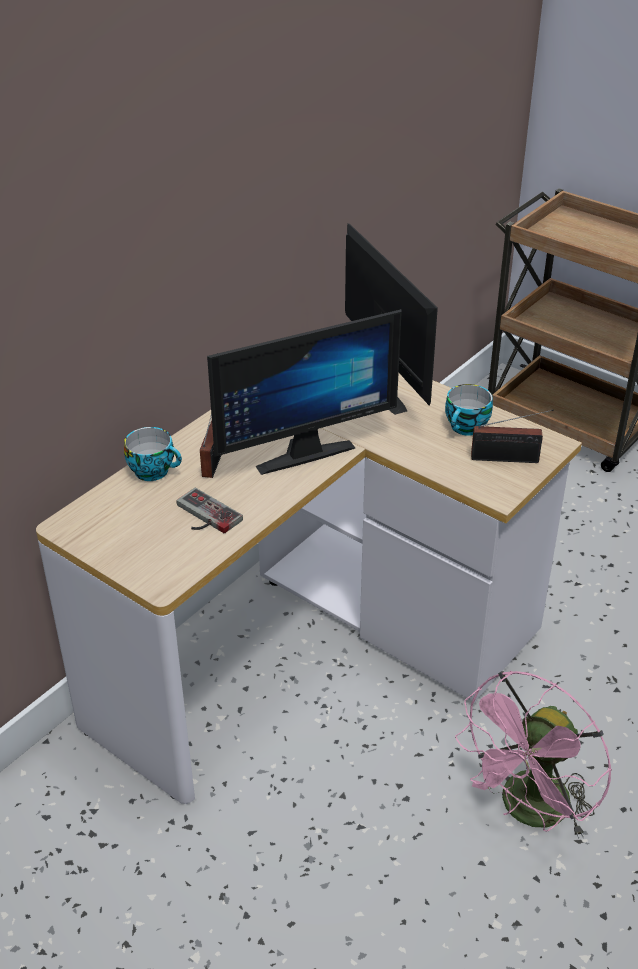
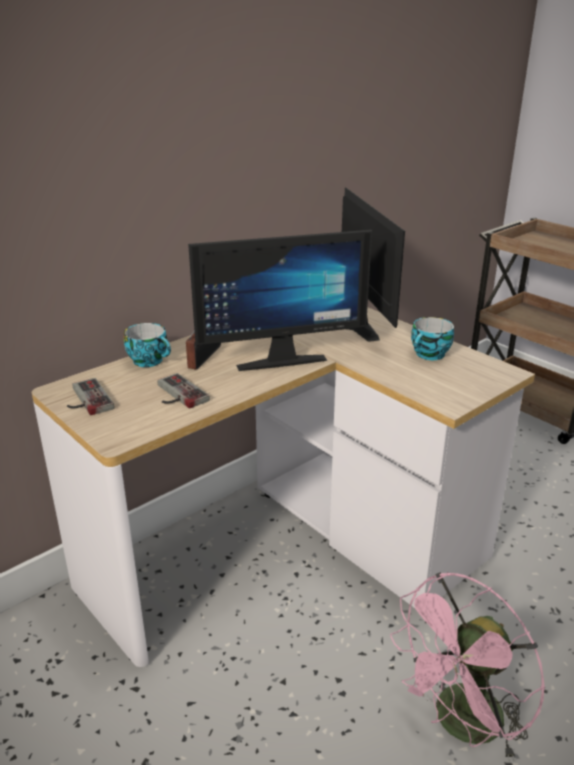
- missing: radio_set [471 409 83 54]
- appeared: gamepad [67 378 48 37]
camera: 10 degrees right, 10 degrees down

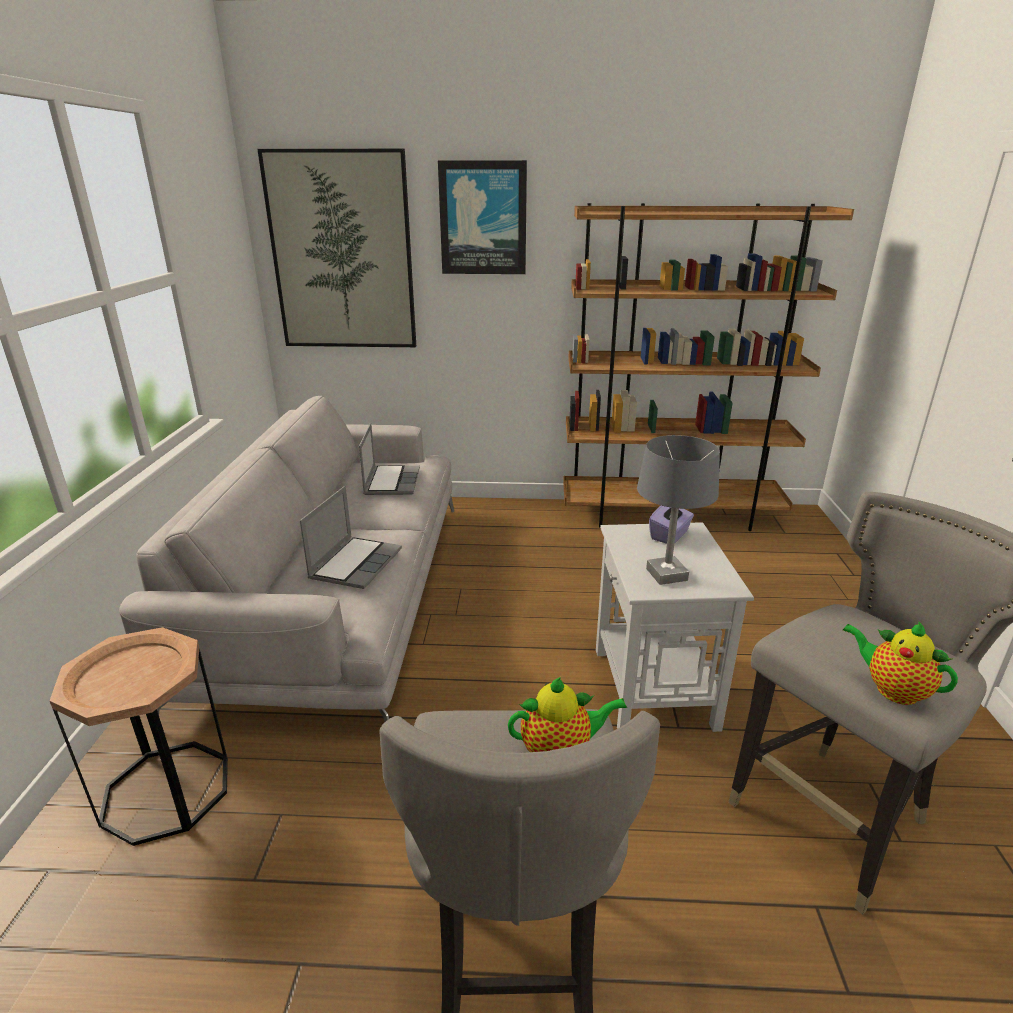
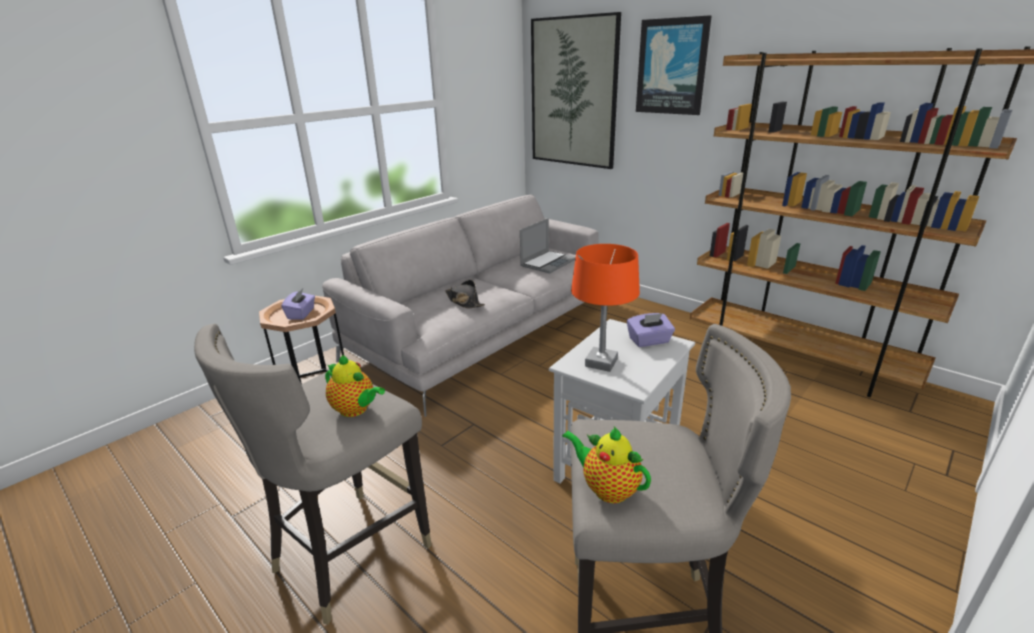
- exchanged: portable_computer [300 486 102 103] to black_hat [445 280 40 29]
- colour: grey_lamp_for_a_table [637 435 83 150] to orange-coloured_lamp_for_a_table [571 244 69 128]
- spun: pot_for_tea [843 621 115 84] = [562 426 89 77] 45 degrees counterclockwise
- appeared: purplish_box_of_tissues [281 289 34 30]
camera: 40 degrees right, 0 degrees up

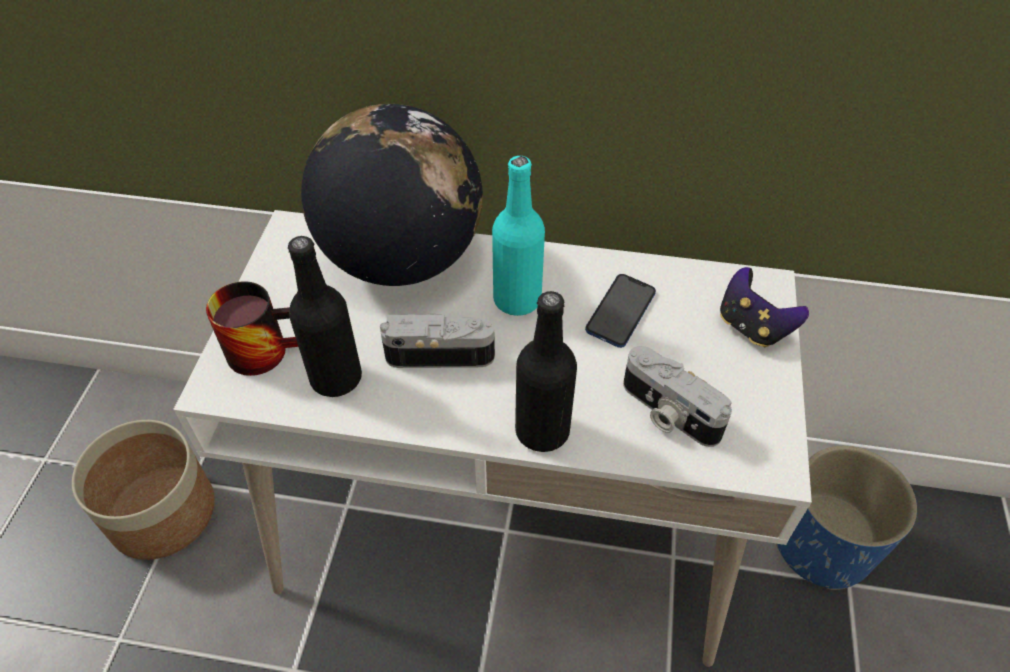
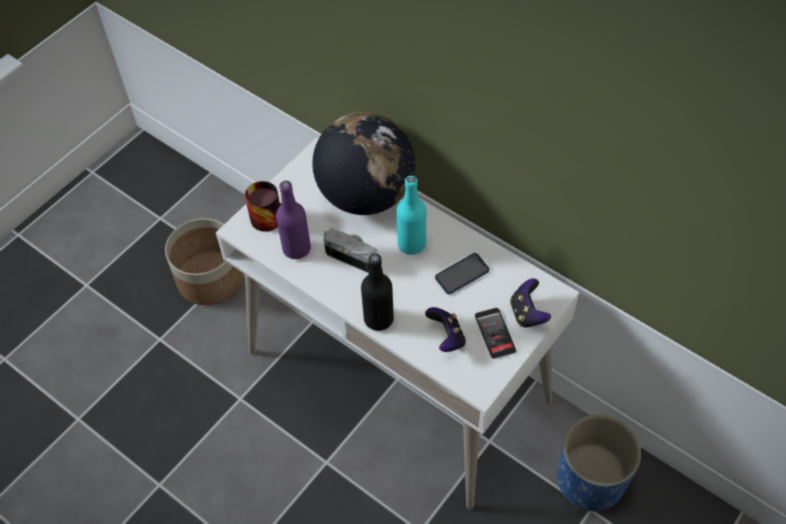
- colour: black_drink_bottle [288 236 74 161] to purplish_drink_bottle [276 181 35 78]
- exchanged: photo_camera [623 346 109 101] to gamepad [425 307 41 45]
- appeared: phone [475 308 41 51]
camera: 30 degrees right, 5 degrees up

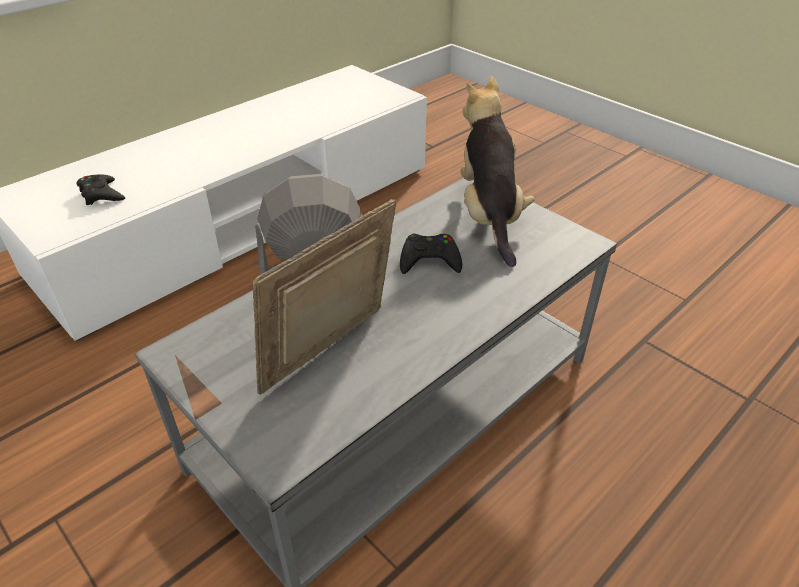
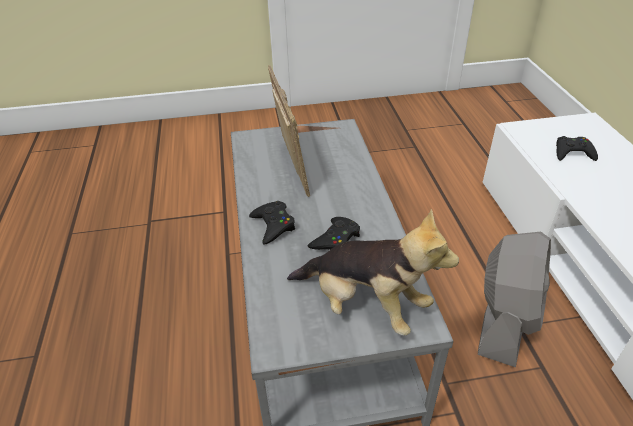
- appeared: black_gamepad [249 201 46 44]
camera: 125 degrees right, 0 degrees up

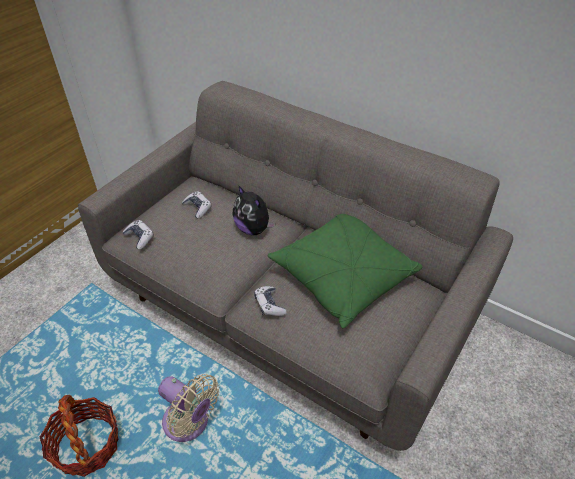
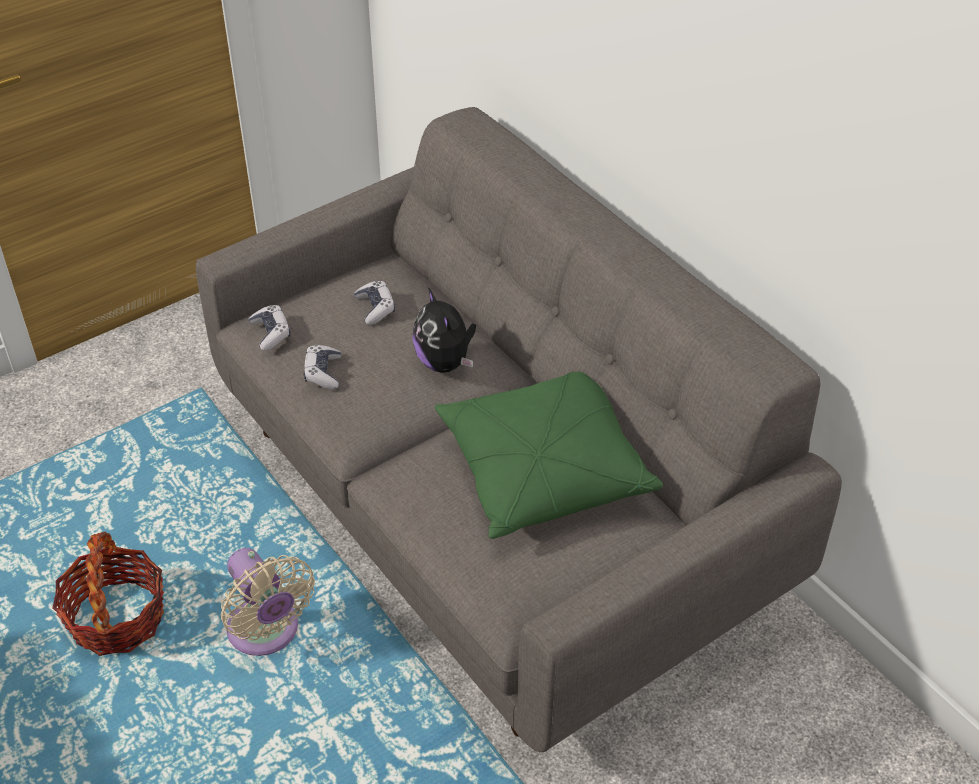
- relocated: gamepad [254 286 33 30] to [304 345 37 45]
camera: 20 degrees right, 0 degrees up

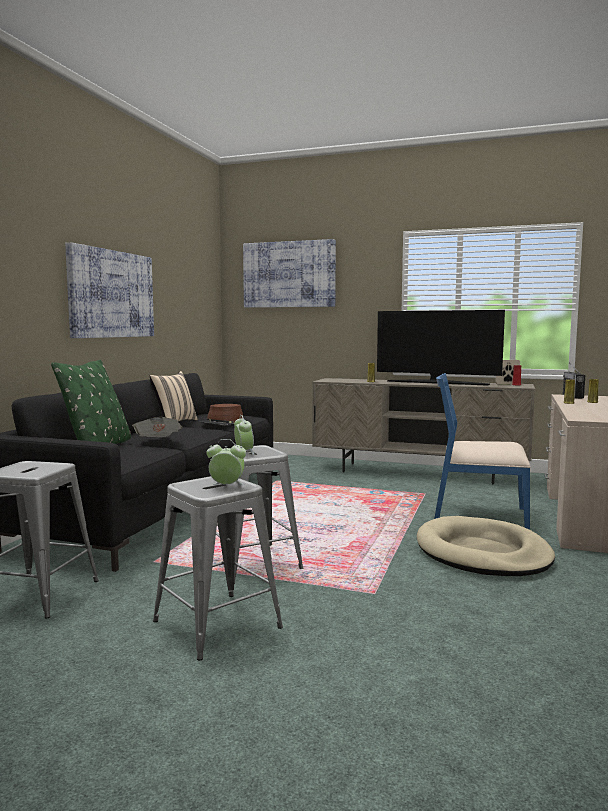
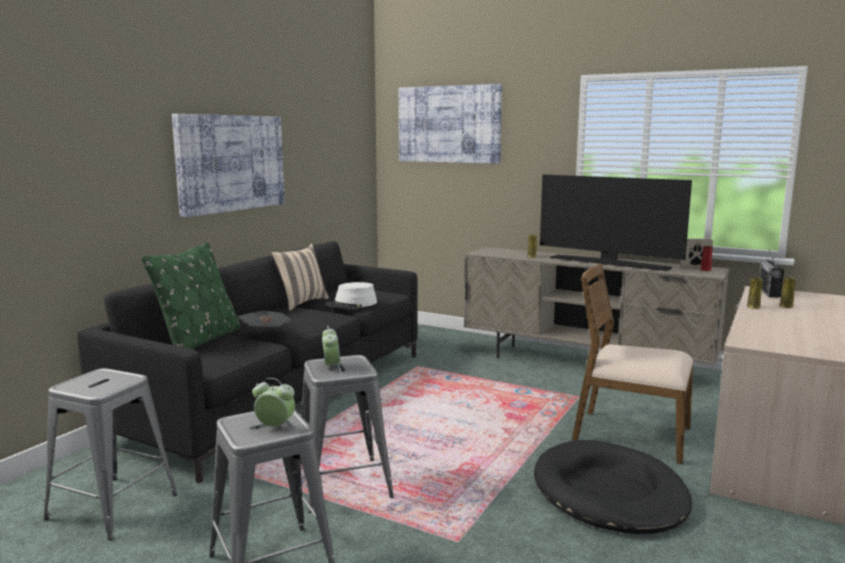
- colour: brown_hat [199 404 45 21] to whitish_hat [326 282 51 28]
- colour: sand-coloured_dog_cushion [417 516 138 60] to black_dog_cushion [534 440 158 94]
- colour: blue_upright_chair [434 373 96 157] to brown_upright_chair [572 263 122 201]
camera: 10 degrees right, 5 degrees up

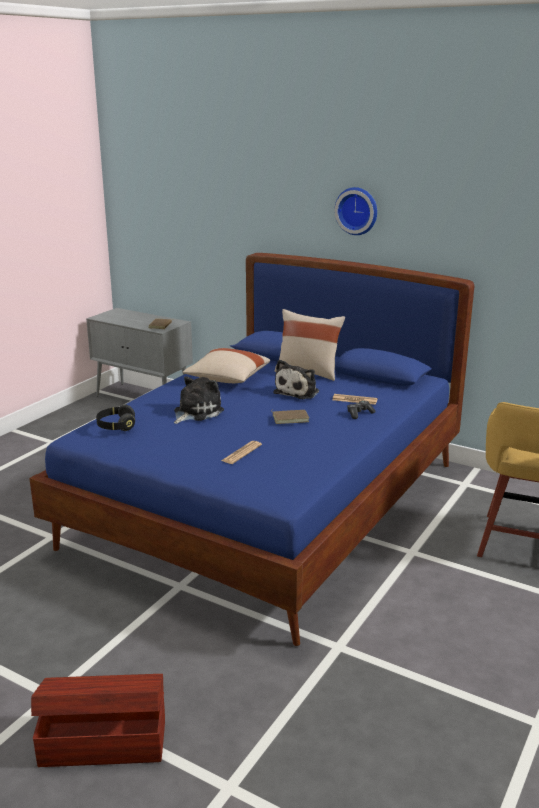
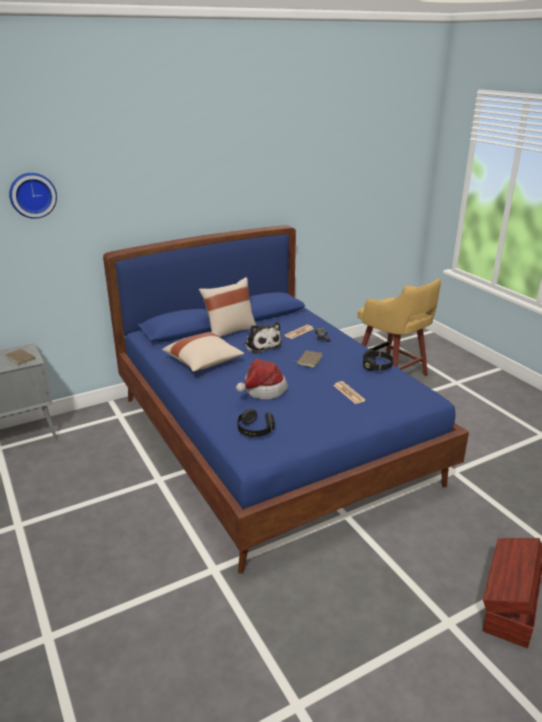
- exchanged: soft_toy [174 376 50 48] to hat [236 359 52 41]
- relocated: hanging_clock [334 187 43 48] to [9 173 48 46]
- appeared: black_headphones [363 349 30 22]
camera: 60 degrees left, 5 degrees up

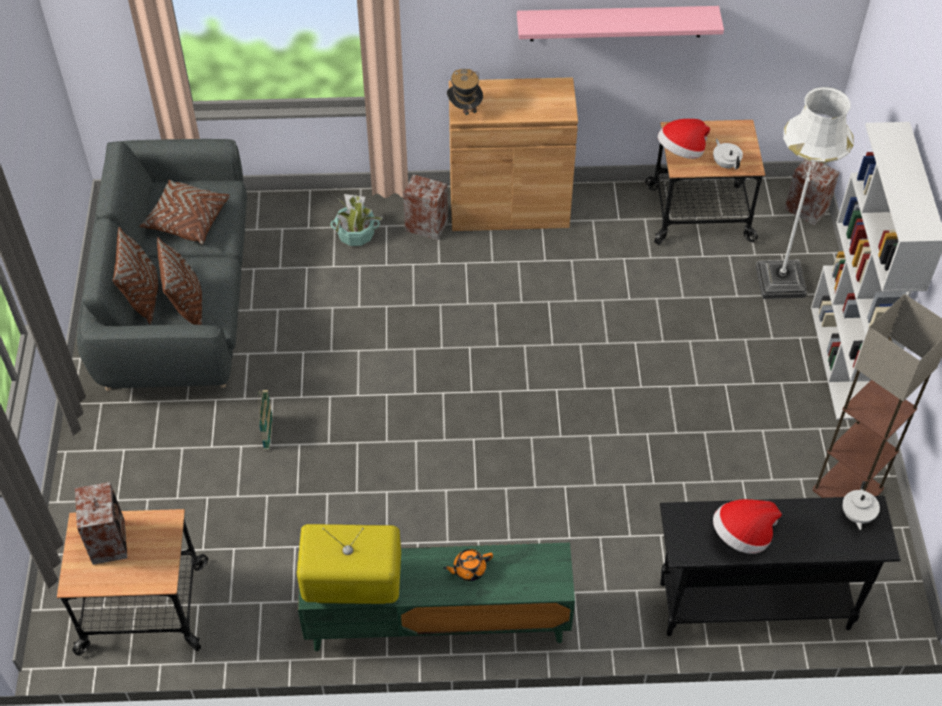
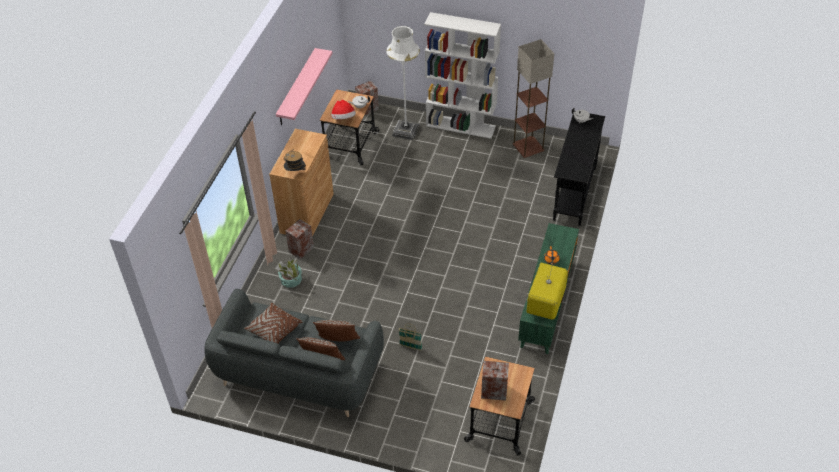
- missing: hat [713 499 69 55]
camera: 70 degrees left, 5 degrees down

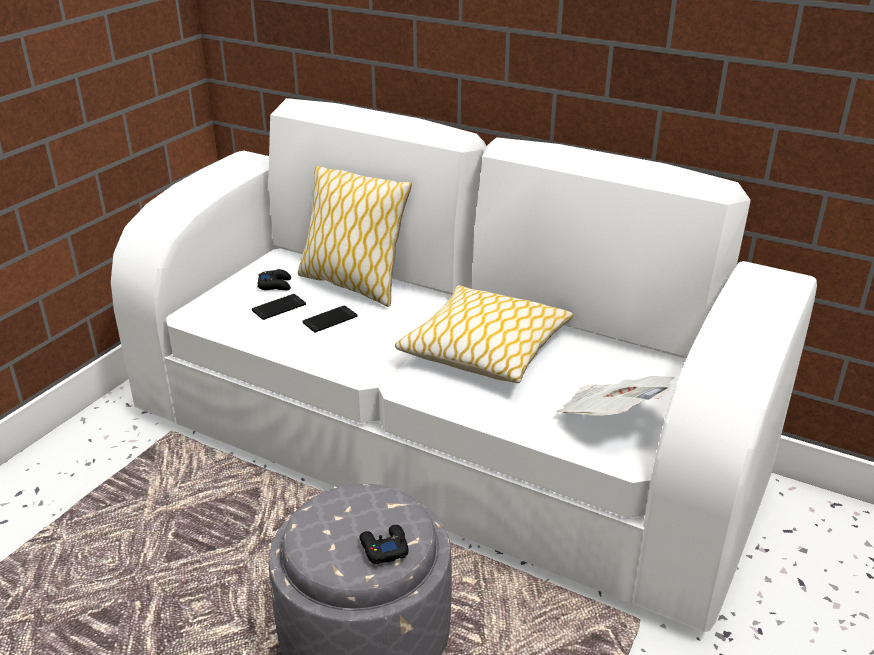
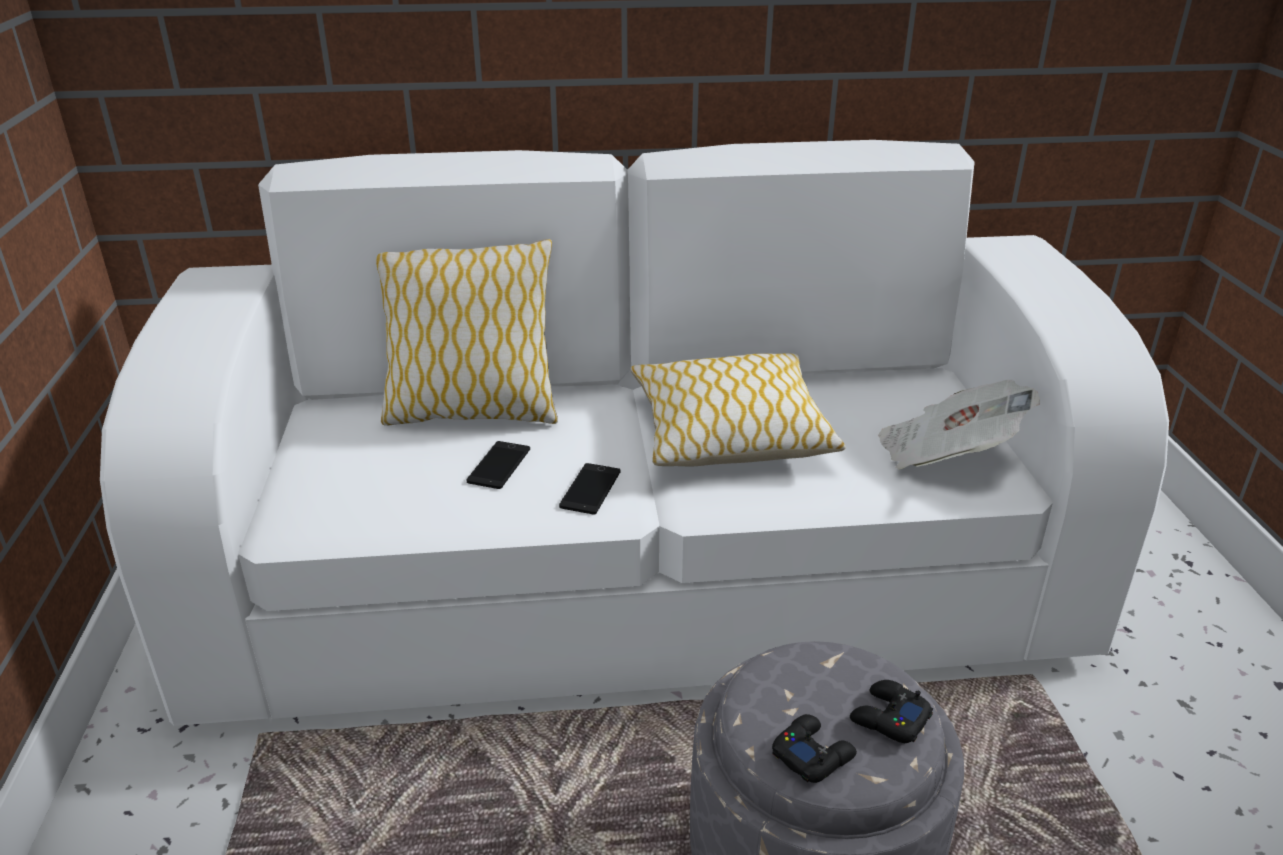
- relocated: phone [252 294 54 26] to [559 463 62 51]
- relocated: black_gamepad [257 269 34 21] to [772 714 85 69]
camera: 35 degrees left, 0 degrees up

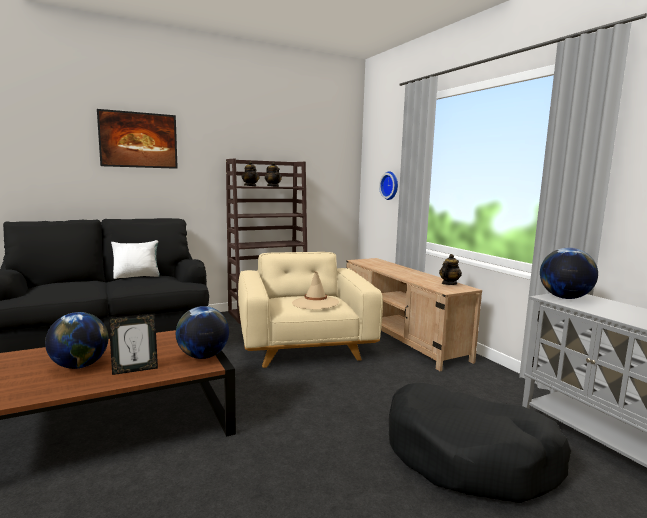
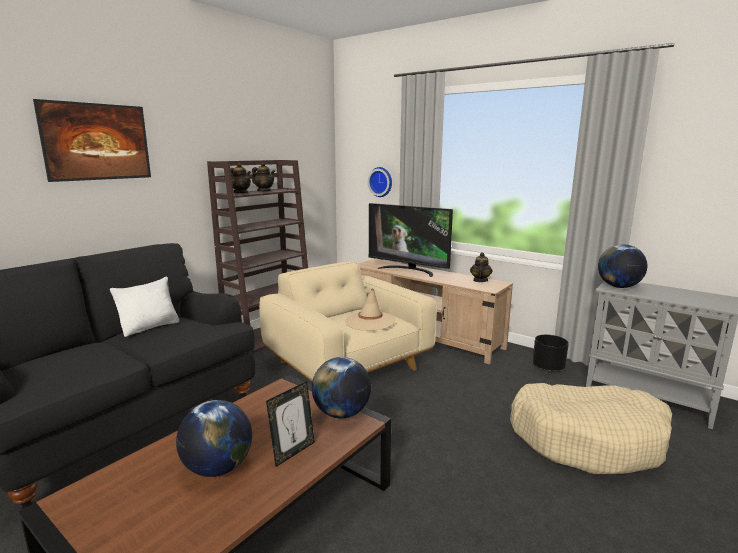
- colour: black_dog_cushion [389 383 183 120] to sand-coloured_dog_cushion [510 383 162 91]
- appeared: TV [369 203 84 74]
- appeared: black_plant_pot [533 335 36 36]
camera: 25 degrees left, 5 degrees up

